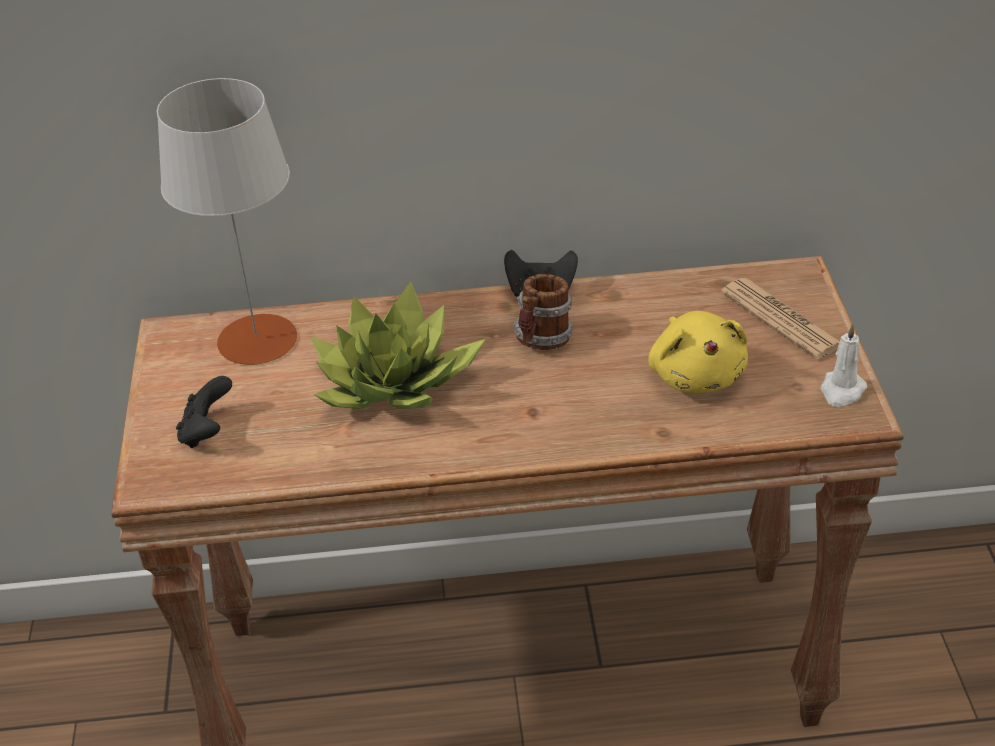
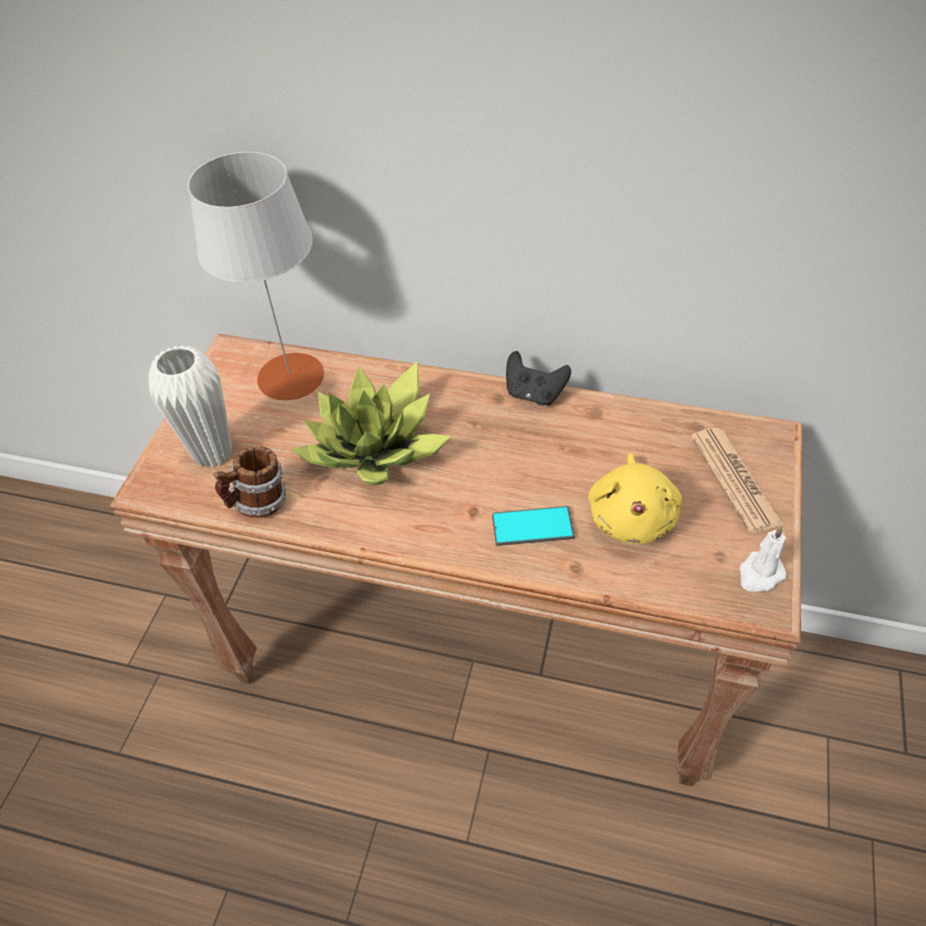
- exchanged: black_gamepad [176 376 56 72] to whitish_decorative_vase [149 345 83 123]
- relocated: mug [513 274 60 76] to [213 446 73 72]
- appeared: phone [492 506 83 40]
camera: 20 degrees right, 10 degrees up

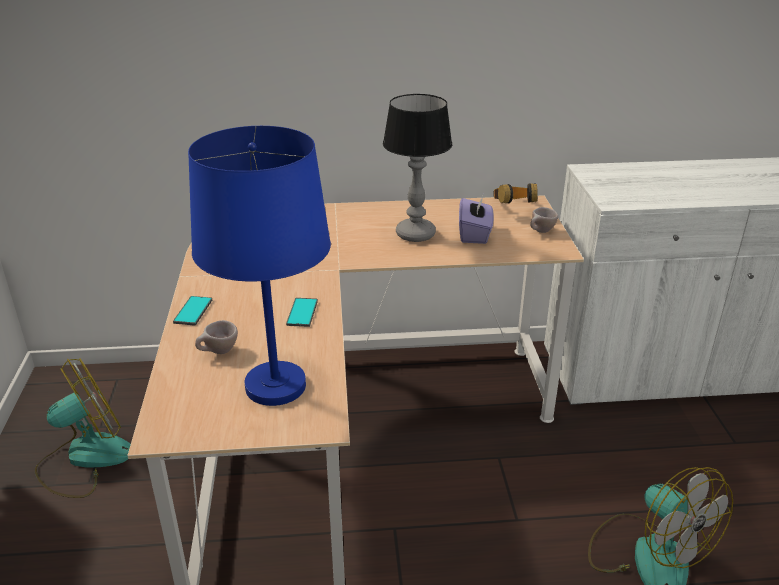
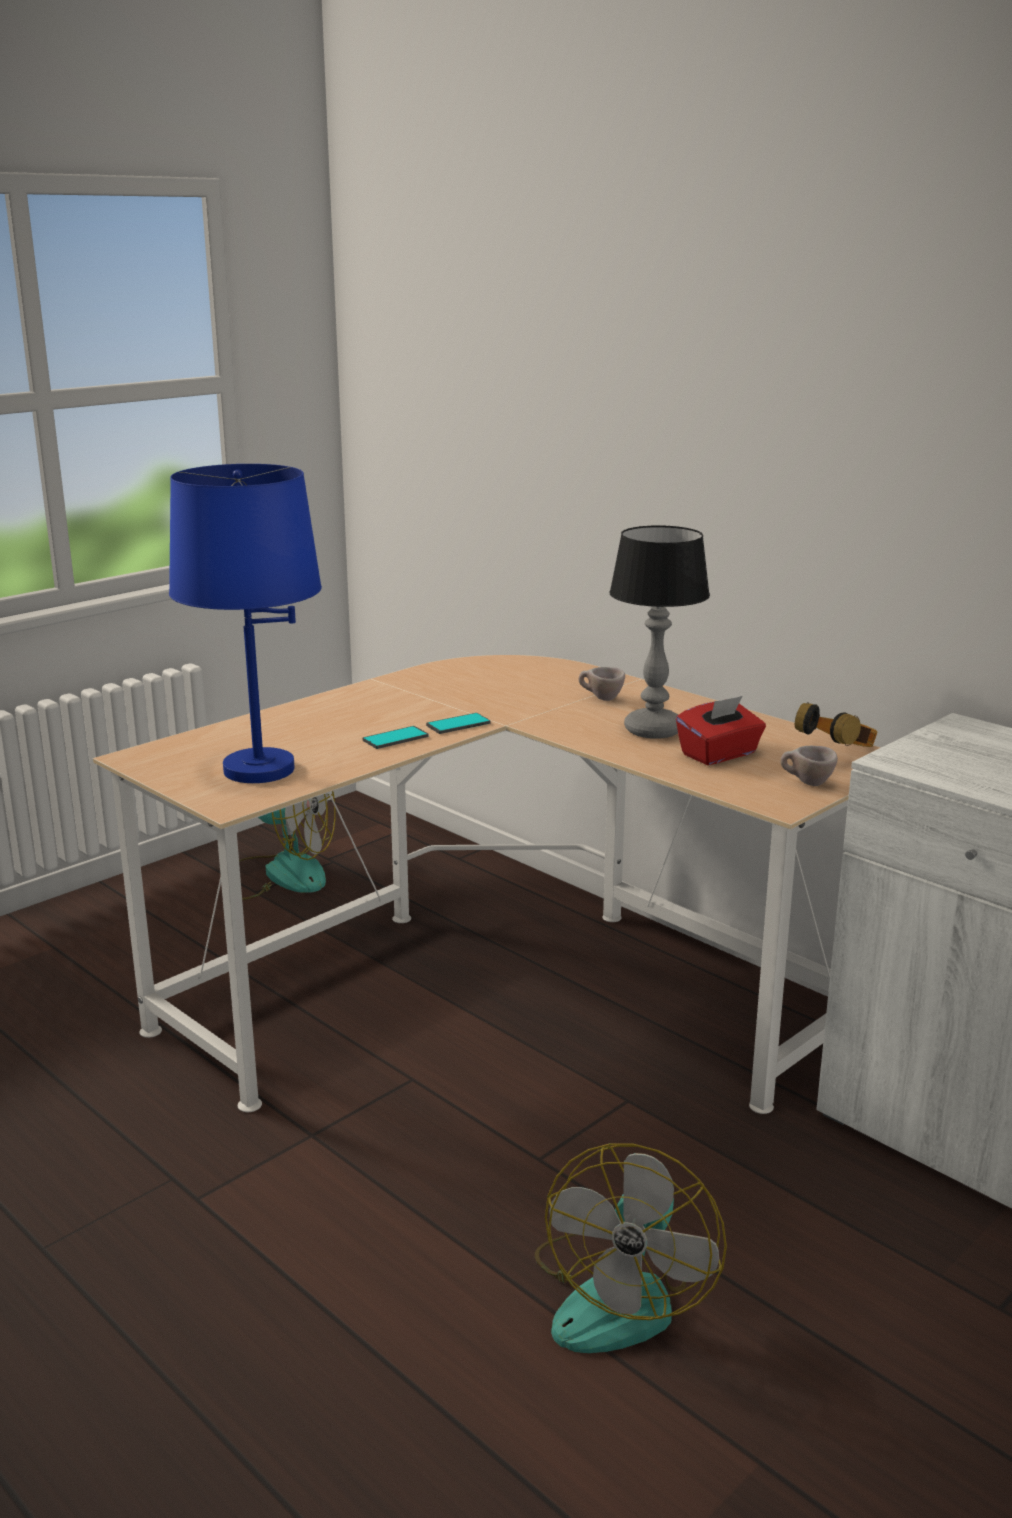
- relocated: phone [173 296 39 30] to [426 713 64 21]
- relocated: sand-coloured_cup [195 320 43 34] to [579 667 46 34]
- colour: purplish_box_of_tissues [459 196 35 48] to red-coloured_box_of_tissues [676 696 90 69]
camera: 50 degrees right, 10 degrees down

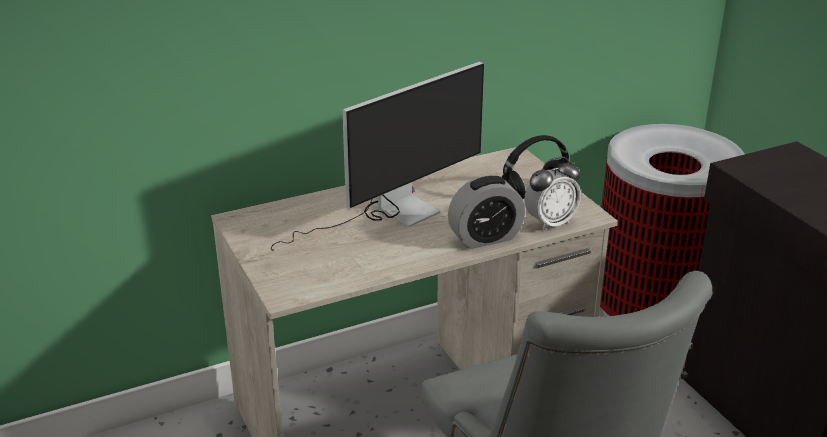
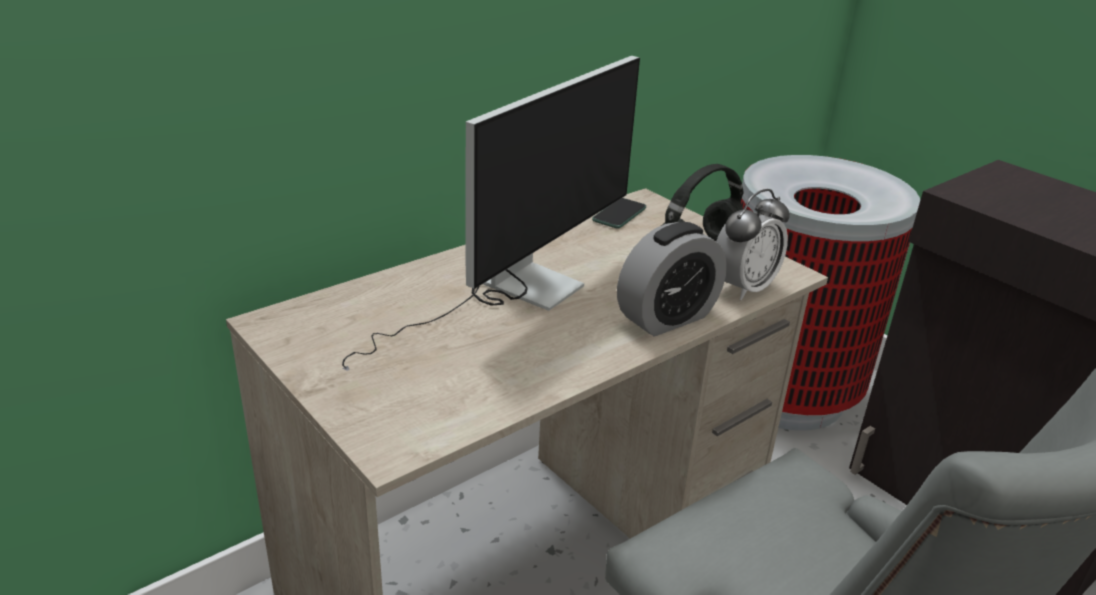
- appeared: phone [592 198 54 30]
camera: 15 degrees left, 0 degrees up

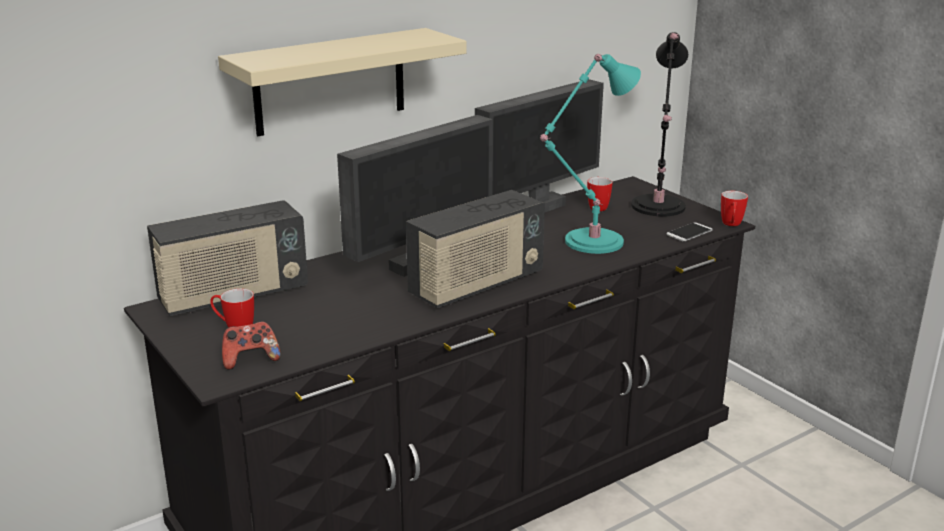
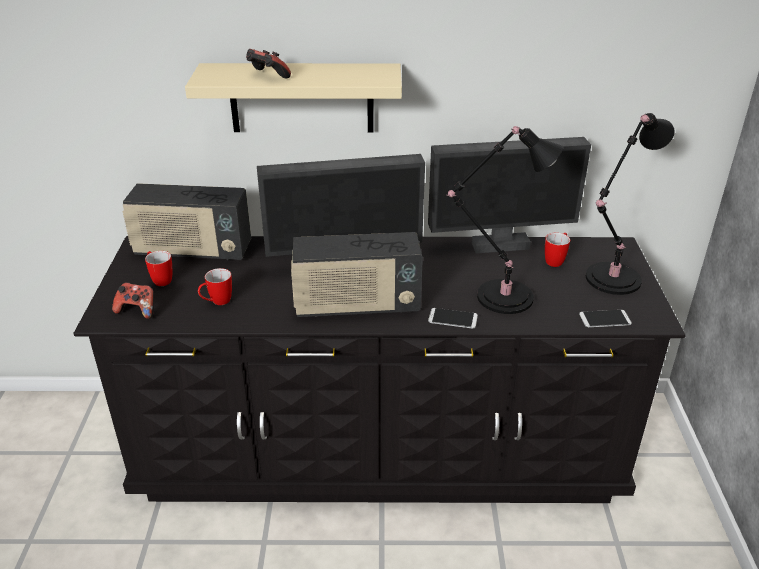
- colour: turquoise_lamp_for_a_table [540 54 101 200] to black_lamp_for_a_table [446 126 117 188]
- relocated: mug [721 191 27 35] to [198 268 34 37]
- appeared: gamepad [246 49 45 30]
- appeared: phone [428 308 50 21]
camera: 35 degrees right, 10 degrees up

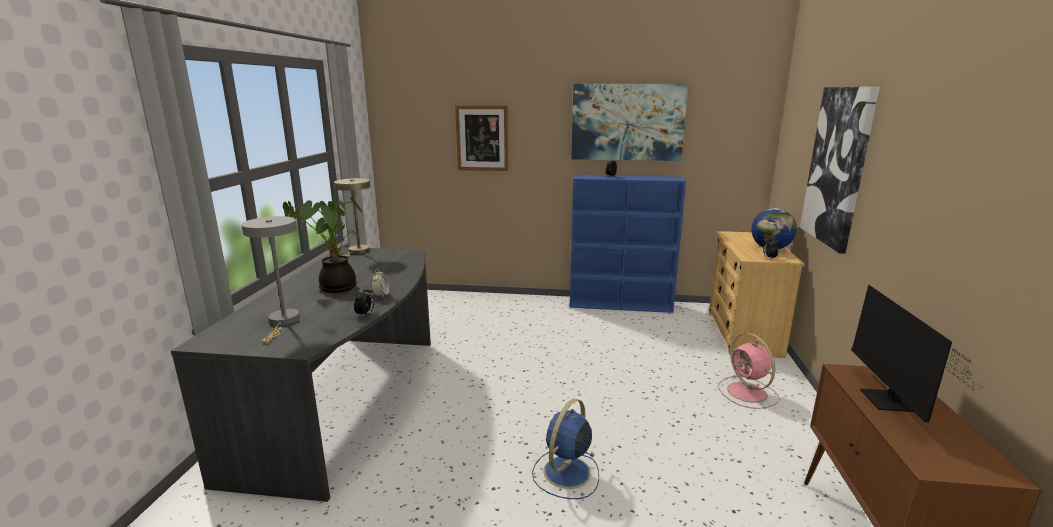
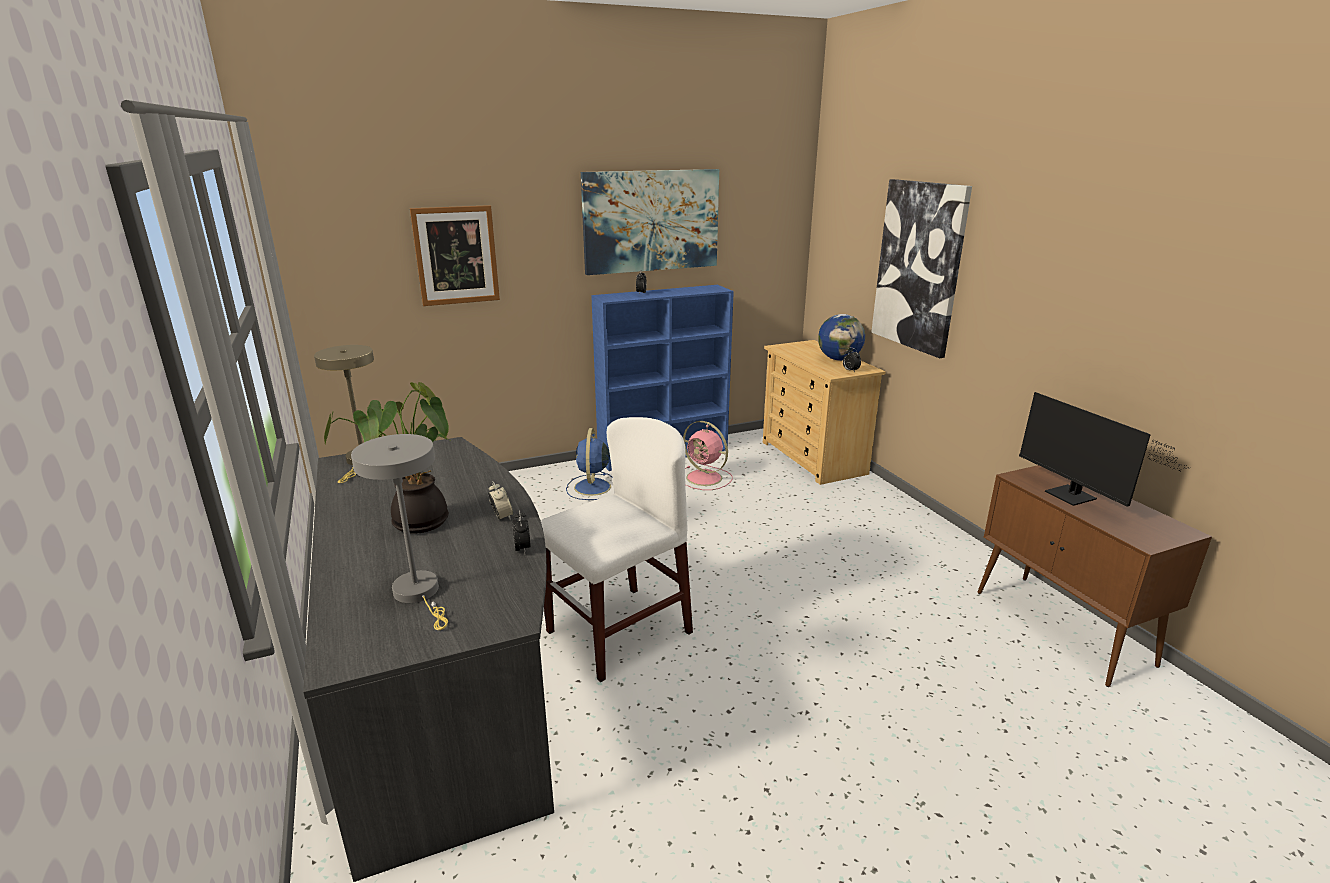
- relocated: blue_electric_fan [532 399 67 100] to [566 428 47 72]
- relocated: pink_electric_fan [718 333 62 76] to [683 421 50 69]
- appeared: whitish_upright_chair [541 417 152 265]
camera: 30 degrees left, 5 degrees up

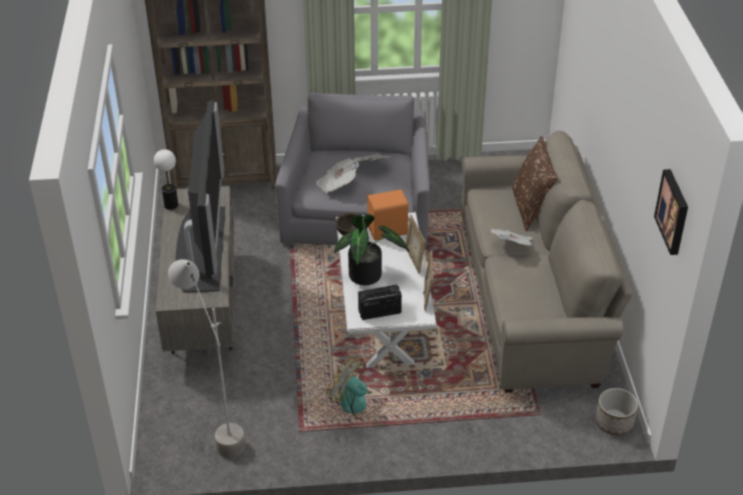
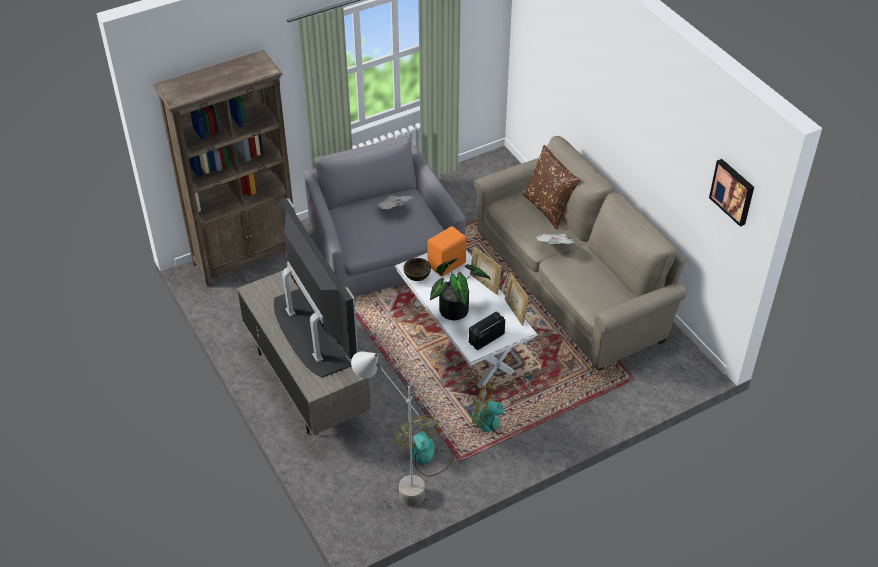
- missing: lamp_for_a_table [154 149 24 61]
- missing: printed_paper [316 158 43 36]
- missing: plant_pot [596 388 42 48]
- appeared: electric_fan [396 415 58 62]
camera: 25 degrees left, 5 degrees up

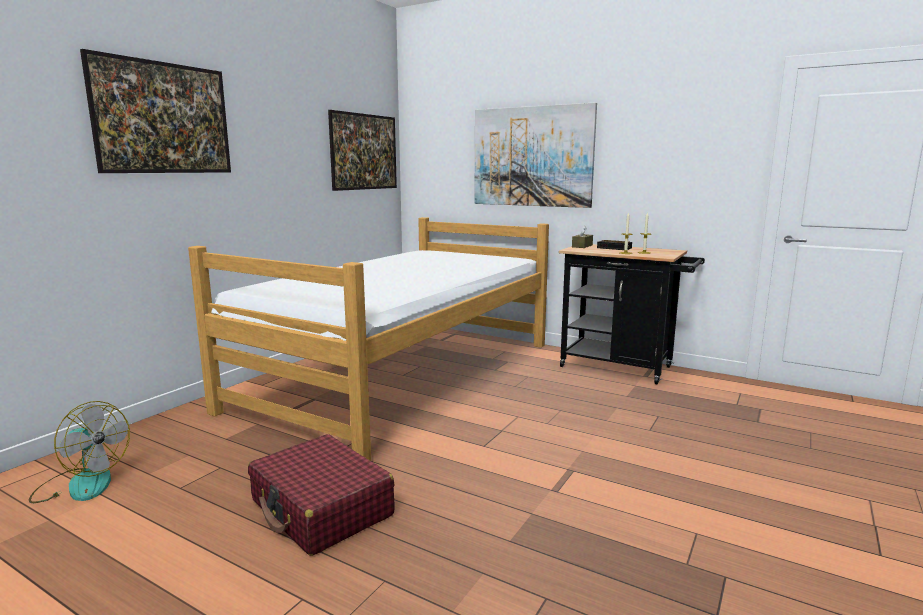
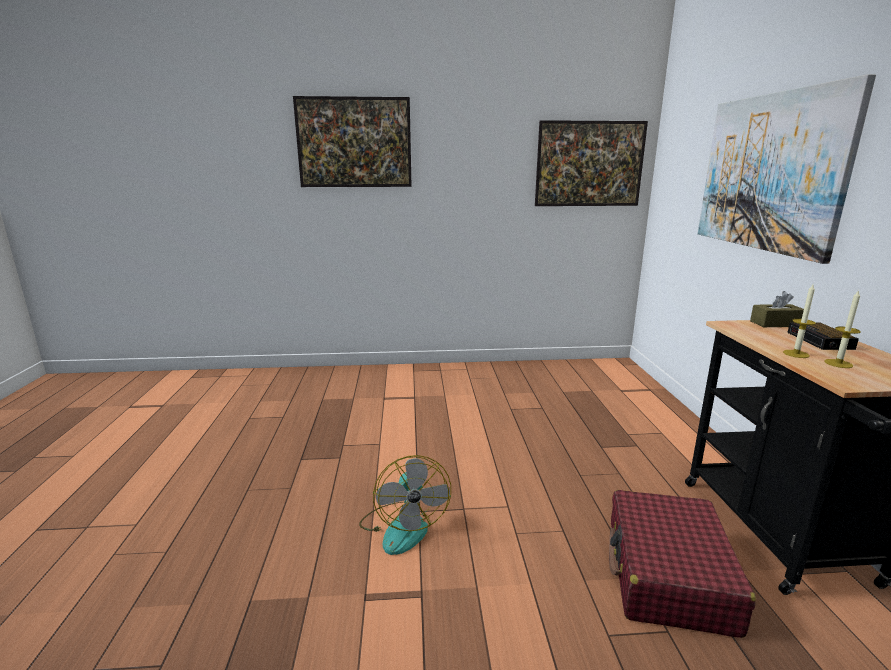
- relocated: electric_fan [29 401 101 102] to [359 455 92 100]
- missing: sleeping_bed [188 217 361 244]
- relocated: red-coloured_suitcase [248 434 147 122] to [609 490 147 148]
camera: 55 degrees right, 5 degrees up

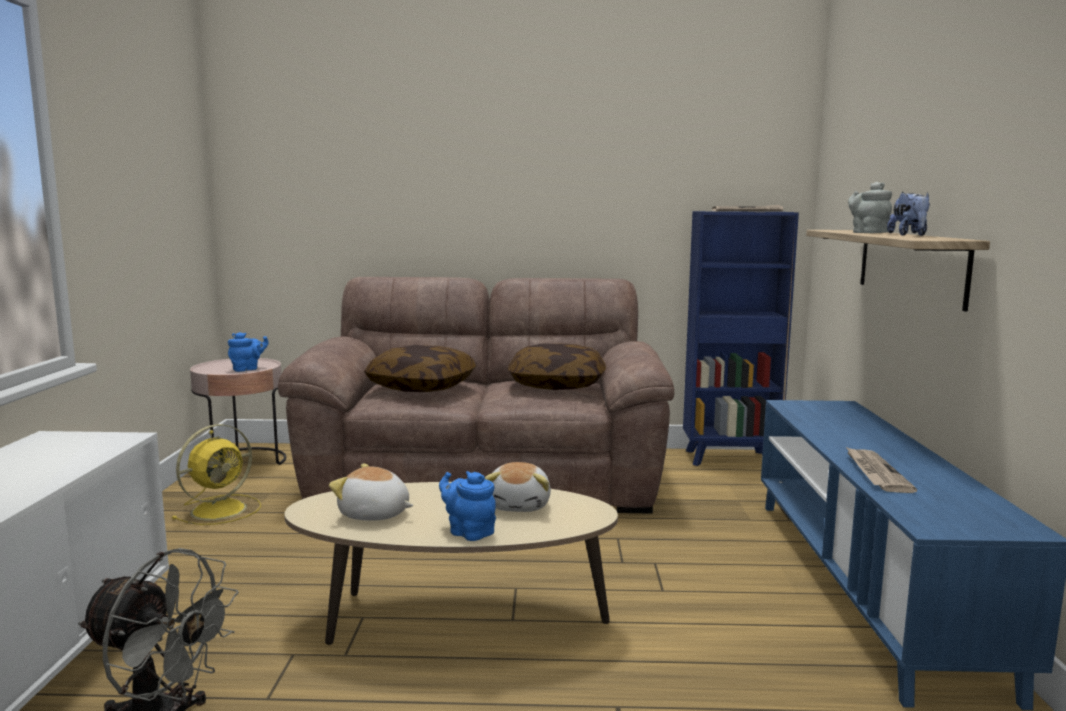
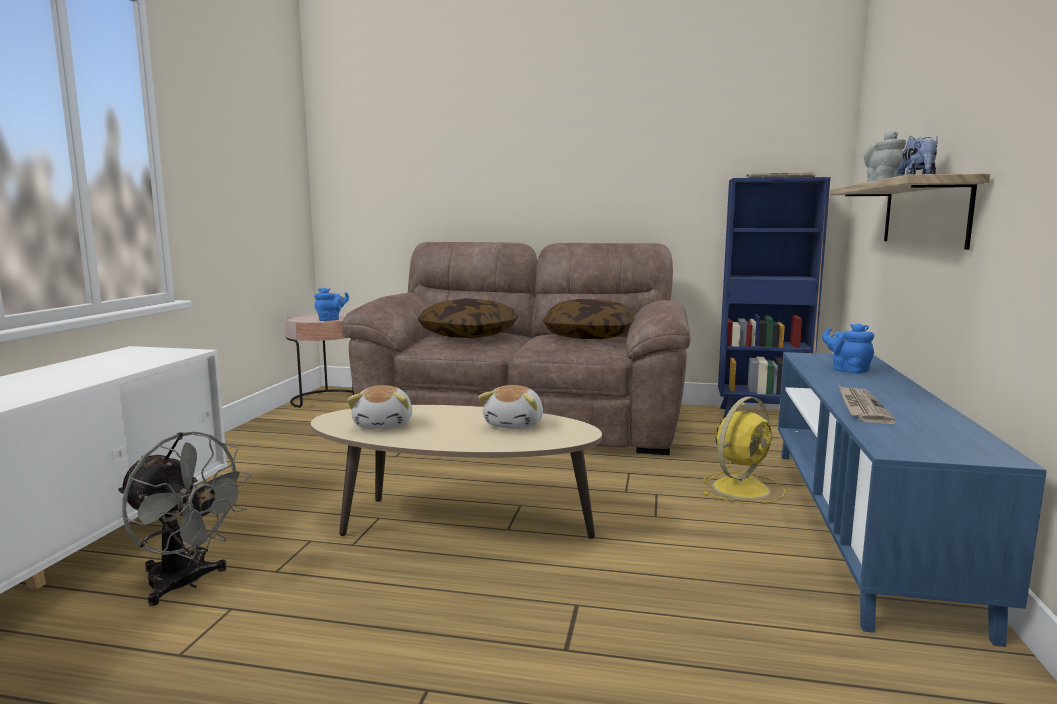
- relocated: yellowish_electric_fan [172 424 89 101] to [702 397 84 107]
- spun: soft_toy [329 463 85 58] = [347 385 65 44] 120 degrees counterclockwise
- relocated: blue_pot_for_tea [439 471 57 70] to [822 323 52 51]
camera: 10 degrees right, 0 degrees up

